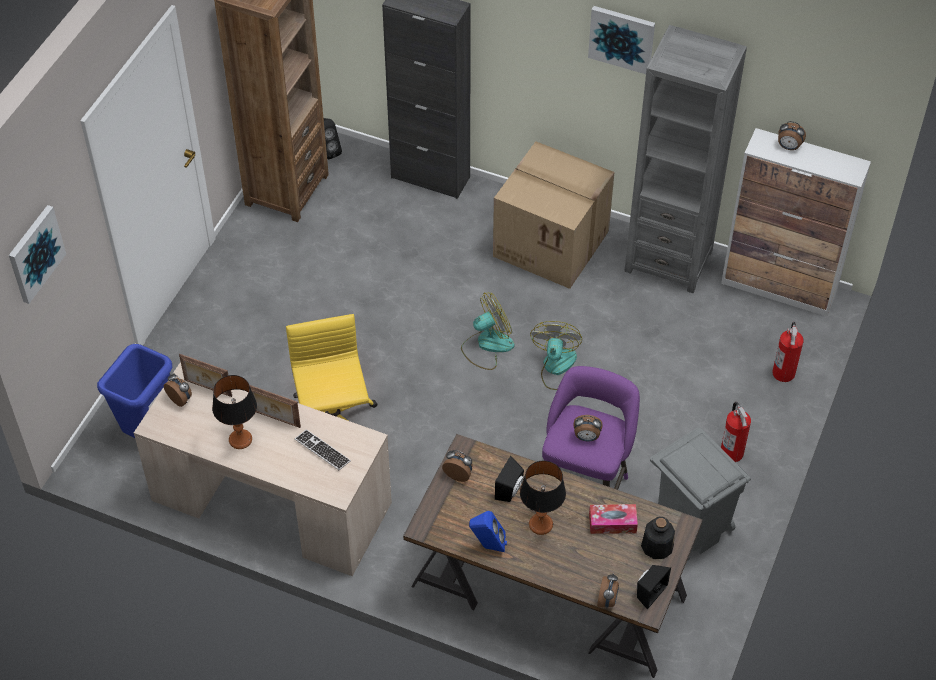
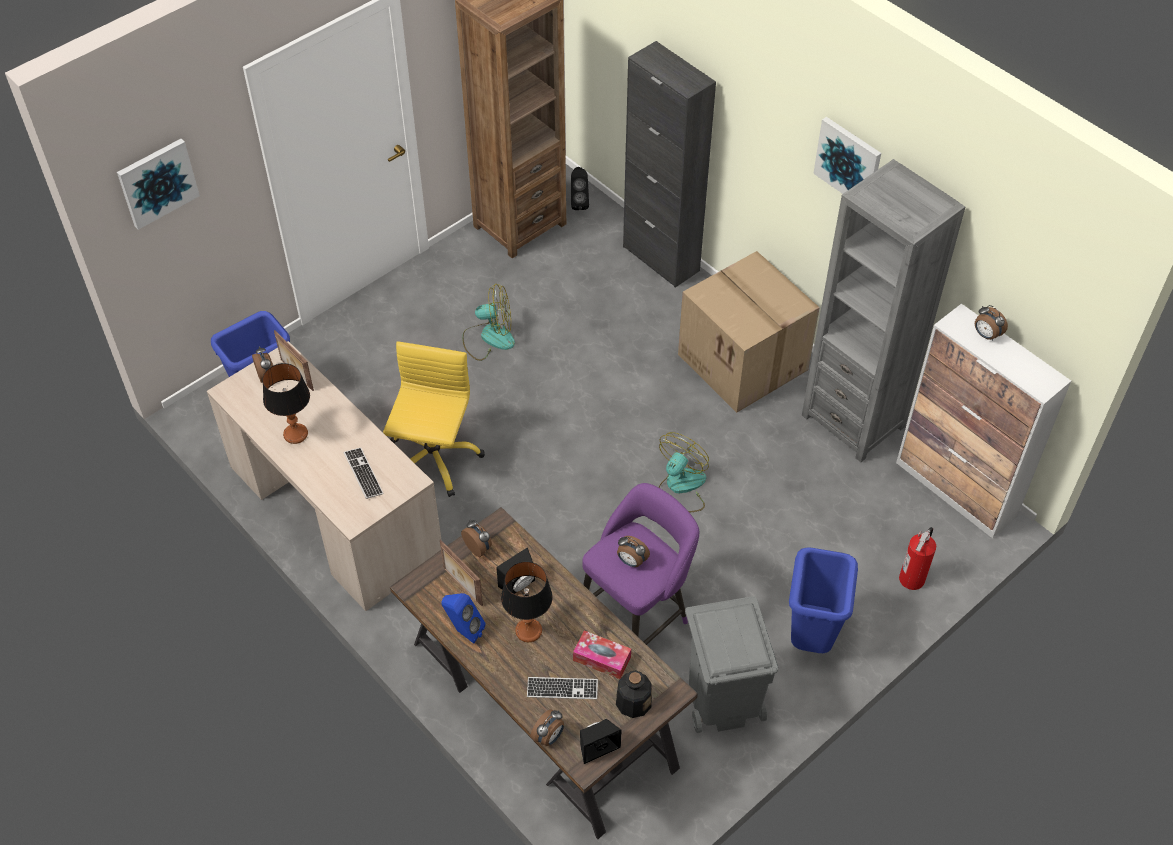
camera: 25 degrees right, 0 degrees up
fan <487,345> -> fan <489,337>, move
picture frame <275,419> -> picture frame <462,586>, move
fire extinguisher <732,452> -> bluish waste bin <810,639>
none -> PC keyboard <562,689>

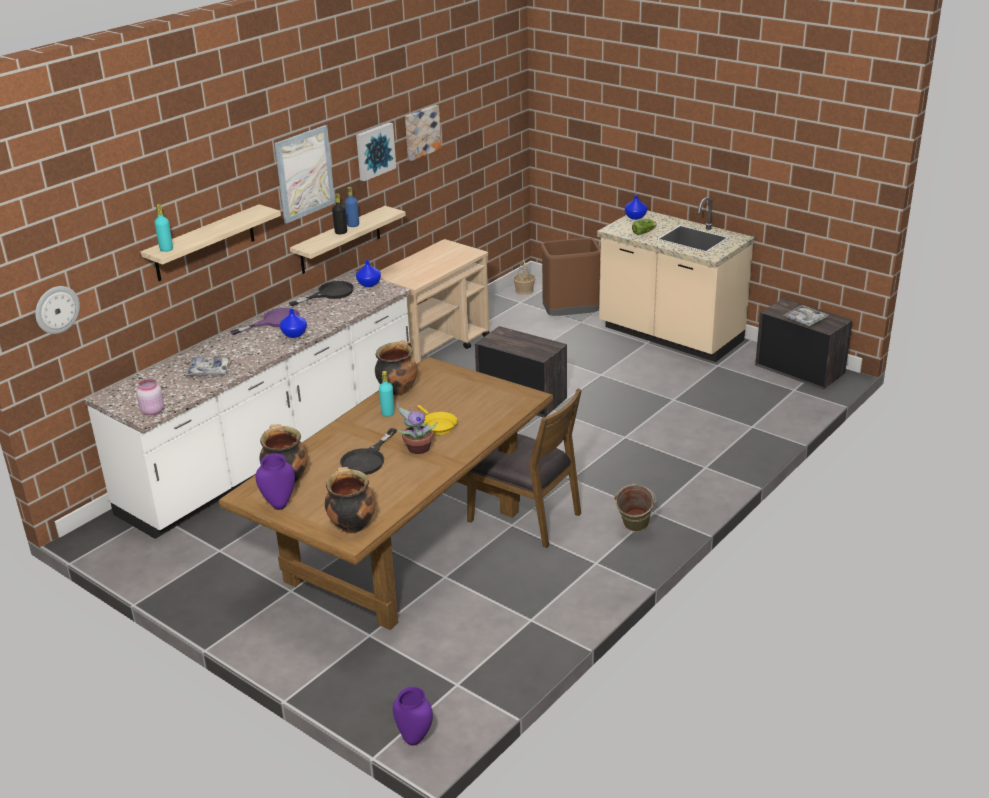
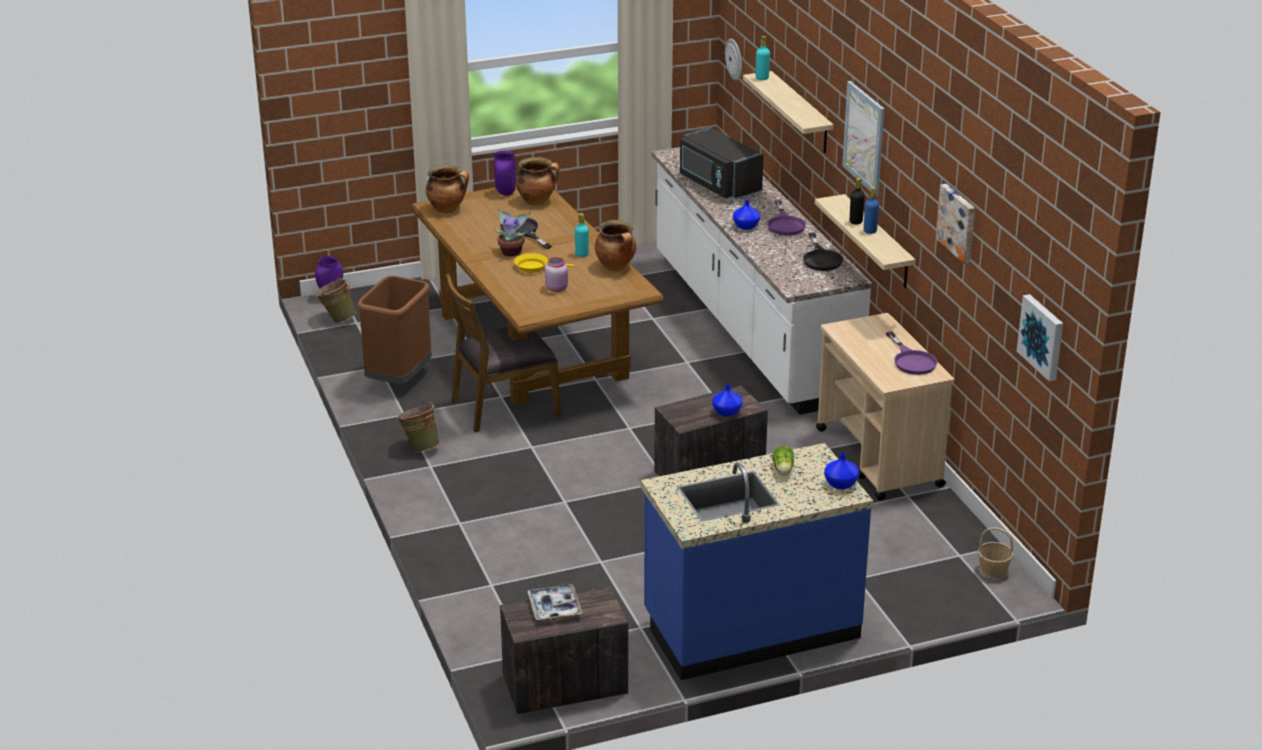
camera: 120 degrees right, 0 degrees up
wall picture <374,151> -> wall picture <1042,336>, move
beige-coloured kitchen counter <670,336> -> bluish kitchen counter <750,627>
brown-coloured waste bin <570,316> -> brown-coloured waste bin <399,379>, move
bluish flower vase <369,284> -> bluish flower vase <726,412>, move
serving tray <209,370> -> blackish kitchen microwave <718,185>
pink jar <152,411> -> pink jar <557,288>, move
none -> greenish pail <337,319>
none -> purple-coloured skillet <911,360>

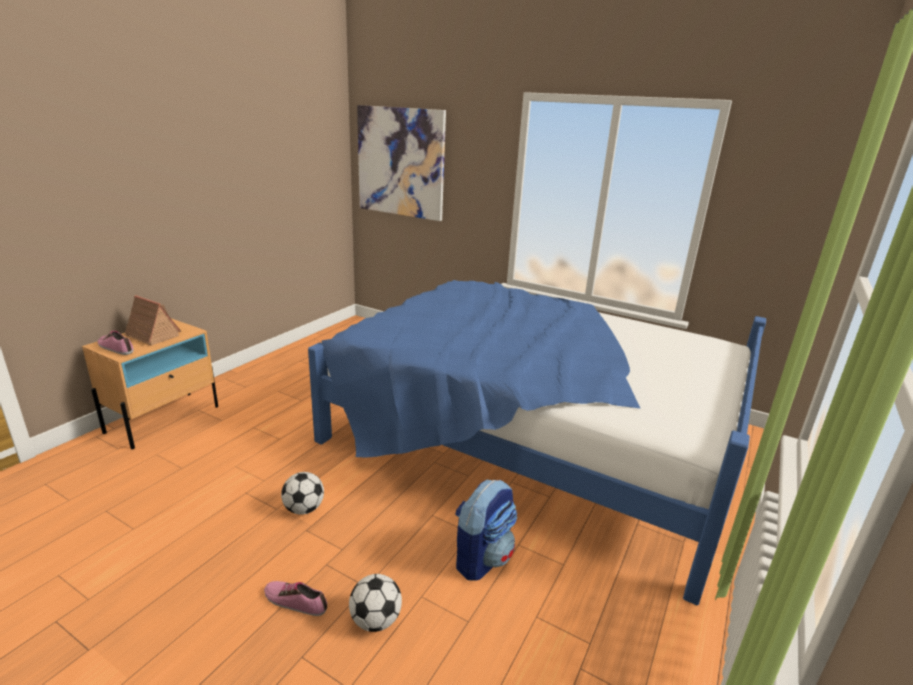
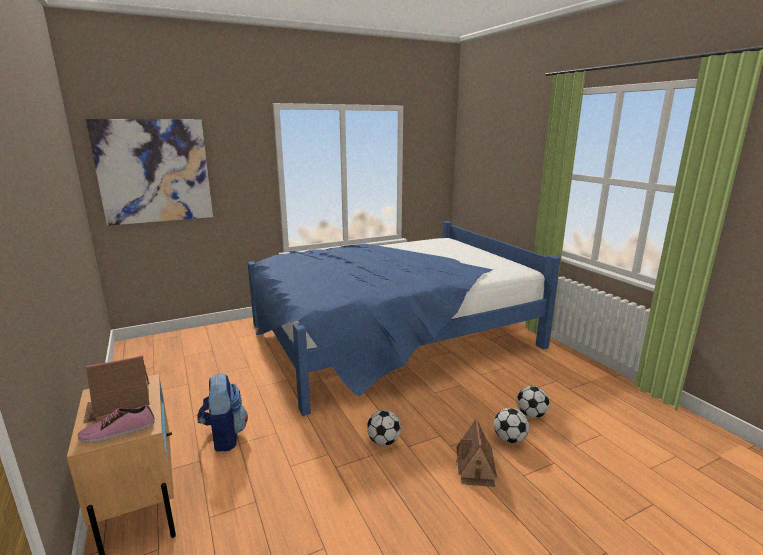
camera: 55 degrees left, 5 degrees down
rucksack <482,558> -> rucksack <224,436>, move
item of footwear <295,601> -> miniature house <475,467>
none -> ball for football <531,415>

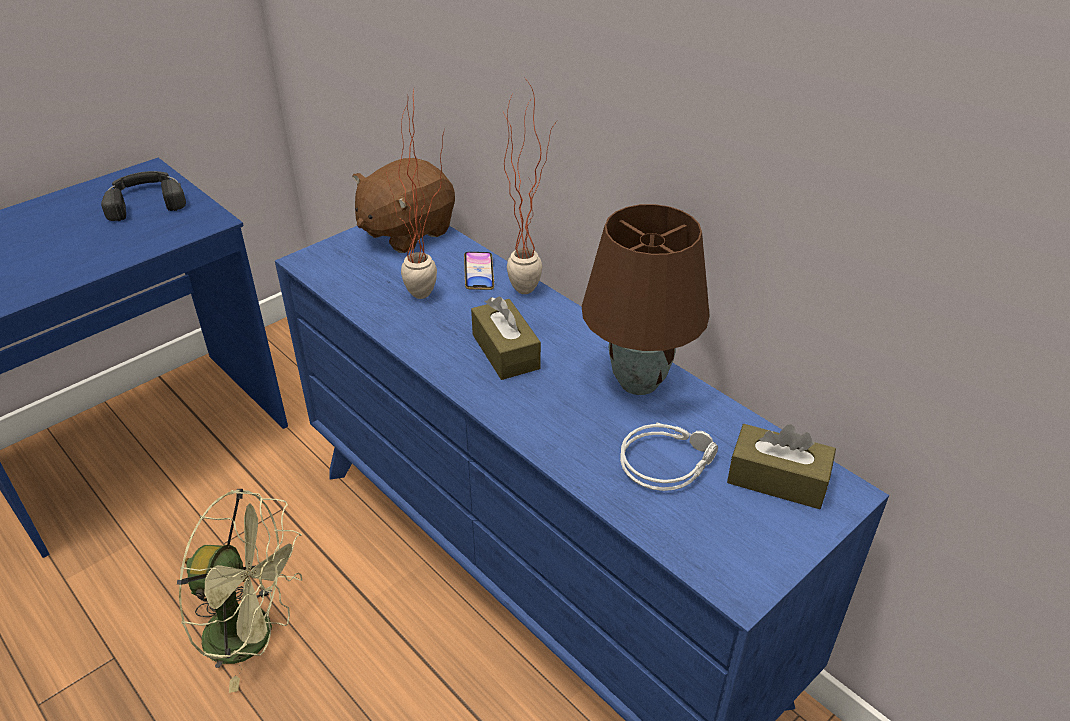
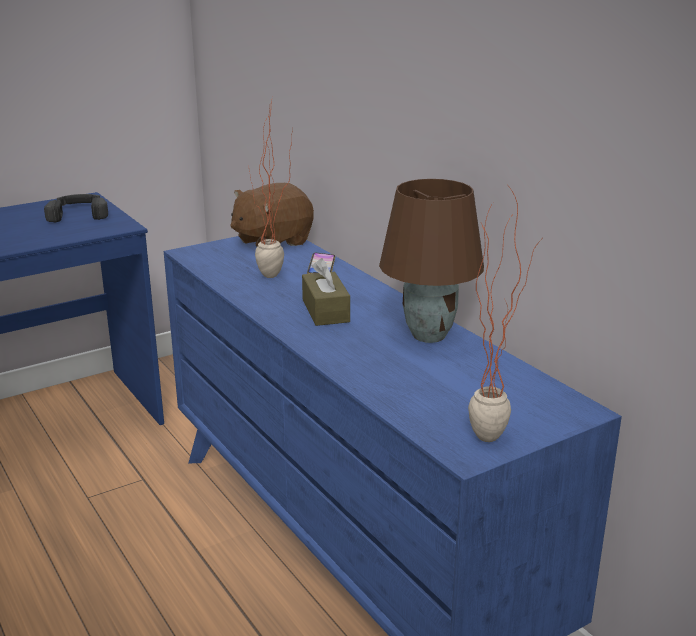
camera: 10 degrees right, 15 degrees down
plant in a pot <531,285> -> plant in a pot <495,432>, move
greyish pair of headphones <667,461> -> none
brown-coloured box of tissues <777,479> -> none
greenish fan <254,635> -> none

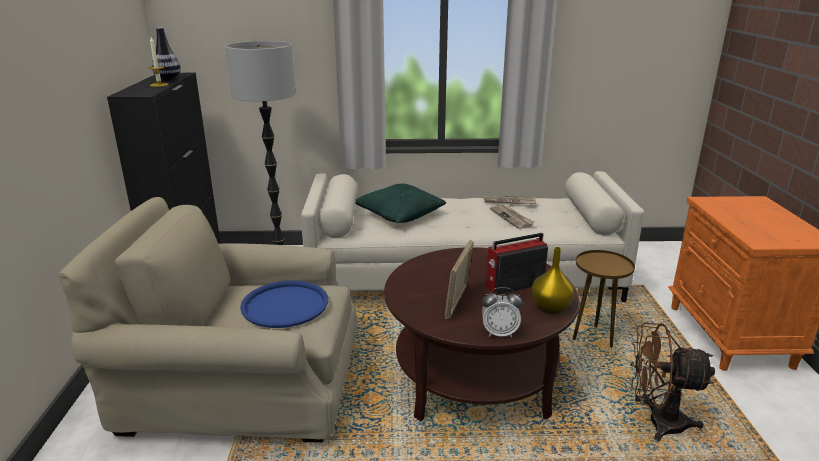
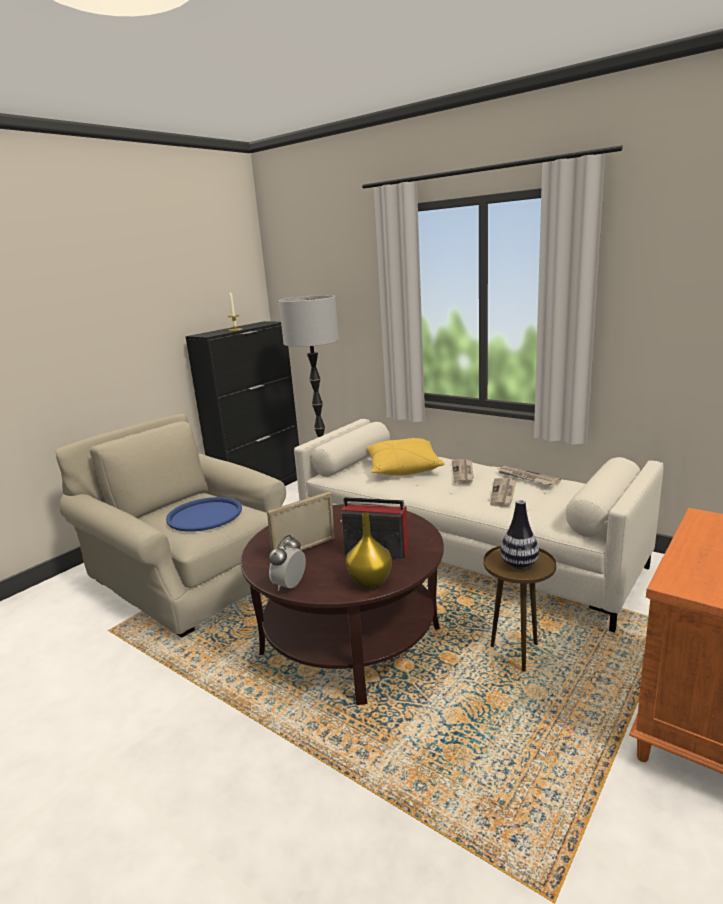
camera: 40 degrees right, 5 degrees down
flower vase <168,79> -> flower vase <519,564>, move
greenish pillow <398,214> -> yellow pillow <402,468>
alarm clock <499,333> -> alarm clock <290,586>, 75 degrees clockwise
brown-coloured fan <656,422> -> none
none -> printed paper <463,473>

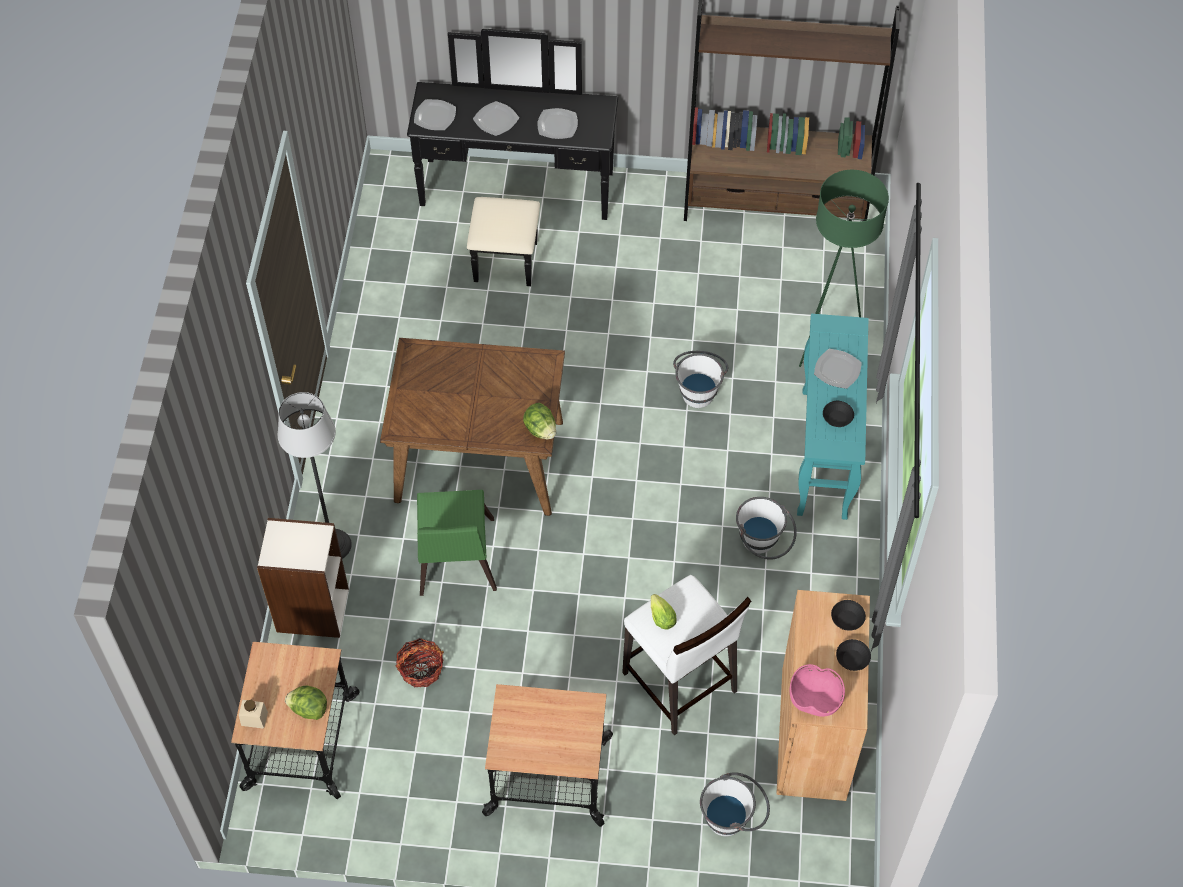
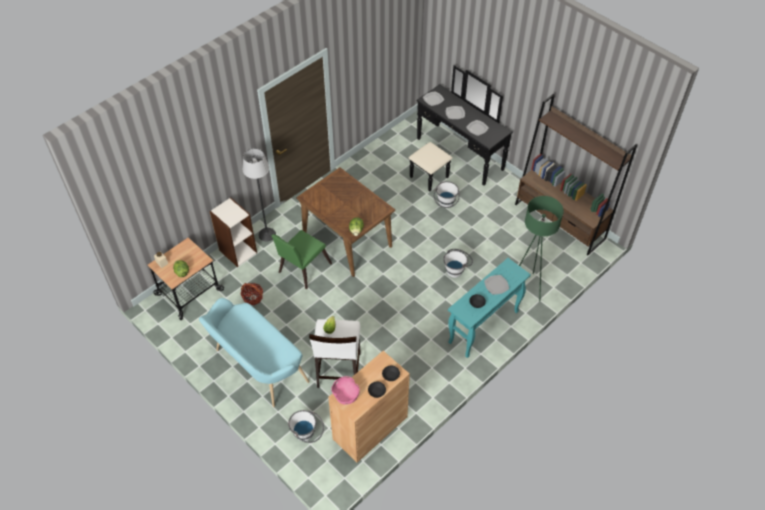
camera: 40 degrees right, 5 degrees down
white pail <762,545> -> white pail <445,204>, move
cart <548,777> -> turquoise long seat <257,367>

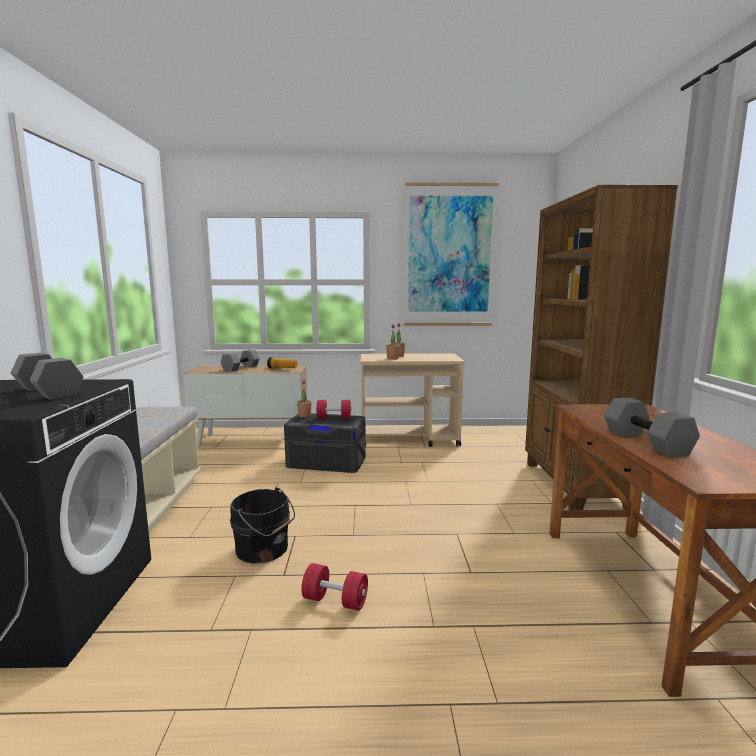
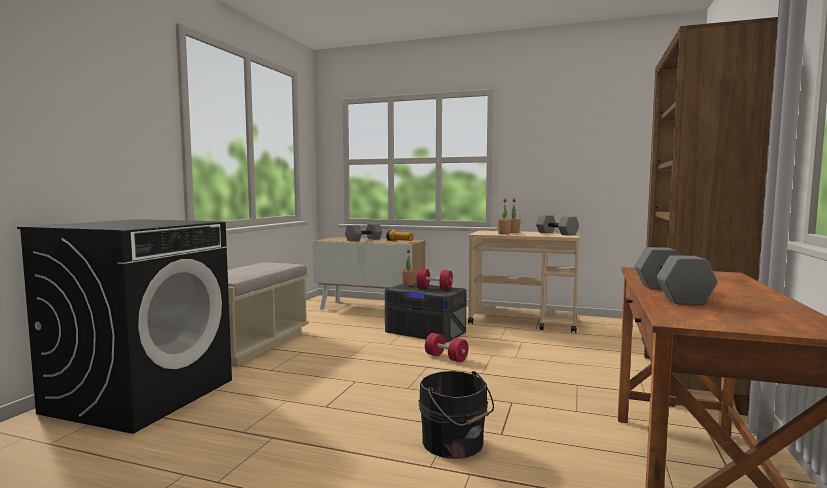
camera: 20 degrees right, 5 degrees down
wall picture <449,256> -> none
greyish free weight <50,392> -> greyish free weight <557,233>, move
blackish pail <264,550> -> blackish pail <454,444>, move
red-coloured free weight <335,601> -> red-coloured free weight <446,357>, move

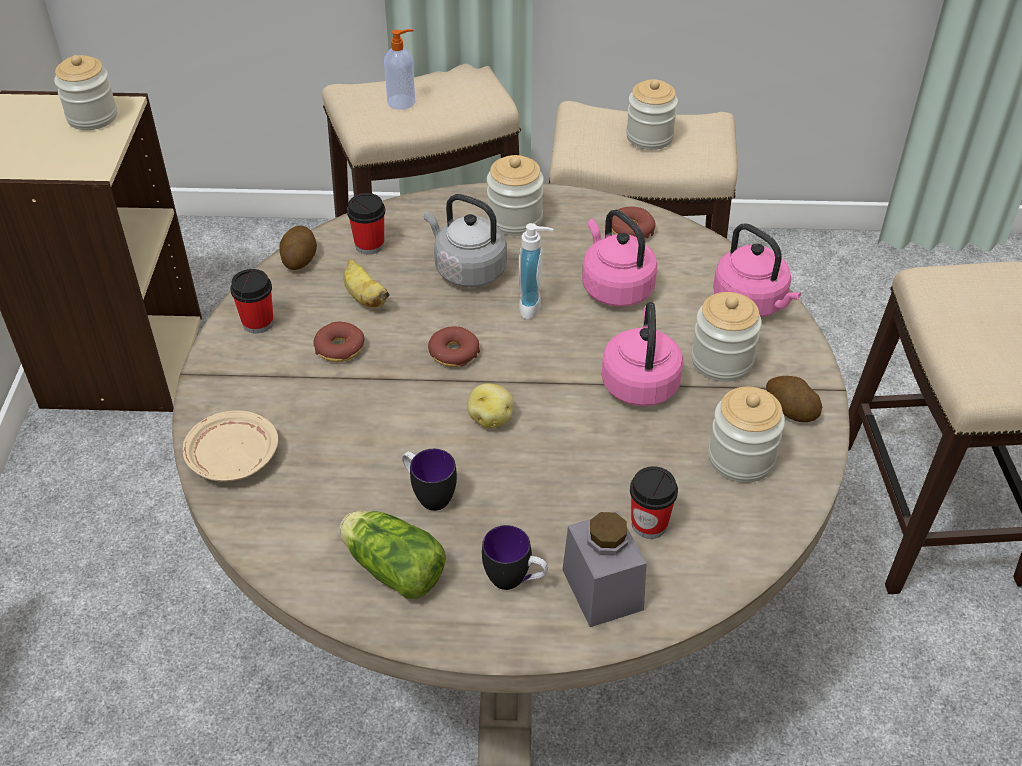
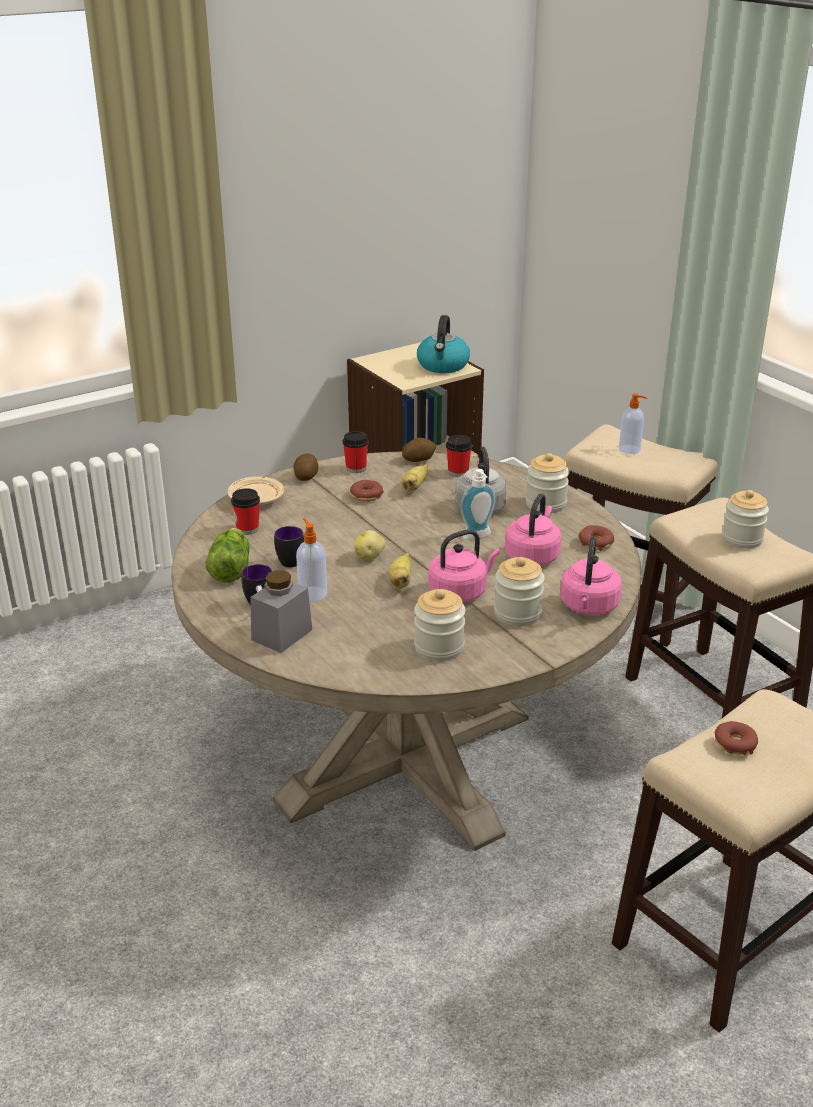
camera: 55 degrees right, 15 degrees down
jar <92,117> -> kettle <443,366>
donut <453,353> -> donut <735,744>, move
spud <790,410> -> spud <306,476>, move
drinking cup <649,524> -> drinking cup <247,529>, move
none -> soap bottle <312,593>
none -> banana <401,581>

